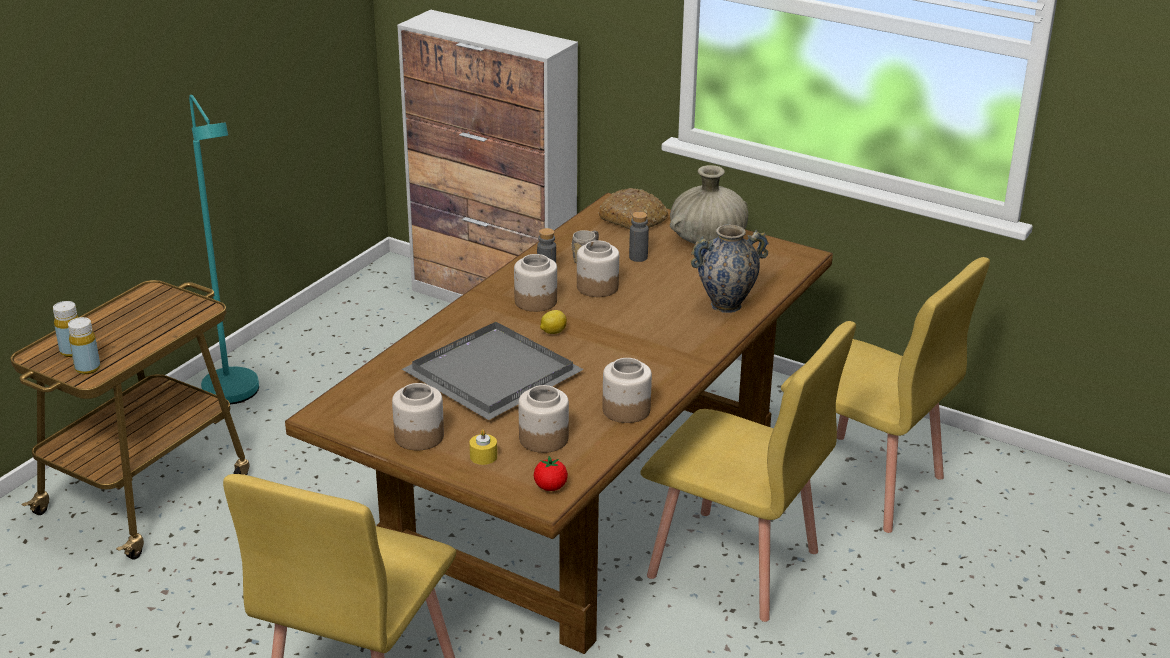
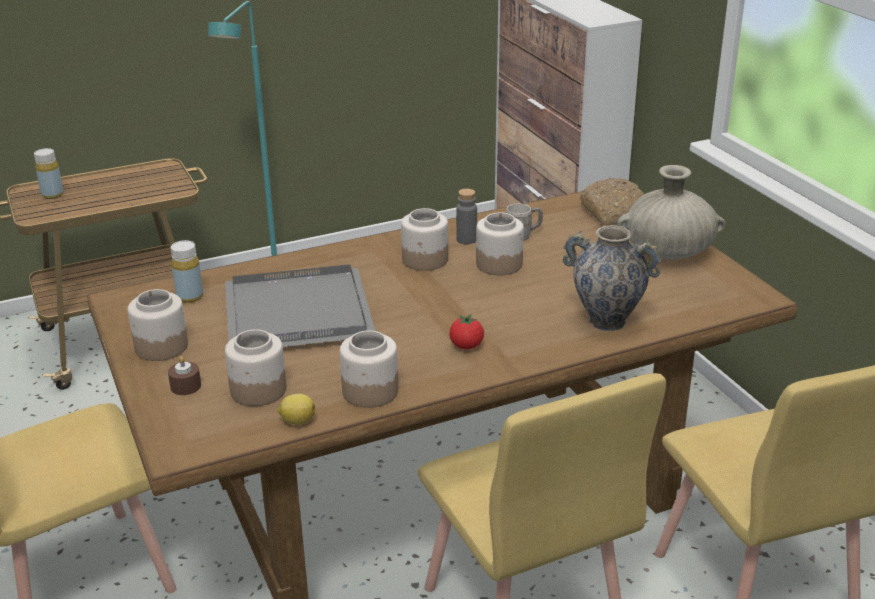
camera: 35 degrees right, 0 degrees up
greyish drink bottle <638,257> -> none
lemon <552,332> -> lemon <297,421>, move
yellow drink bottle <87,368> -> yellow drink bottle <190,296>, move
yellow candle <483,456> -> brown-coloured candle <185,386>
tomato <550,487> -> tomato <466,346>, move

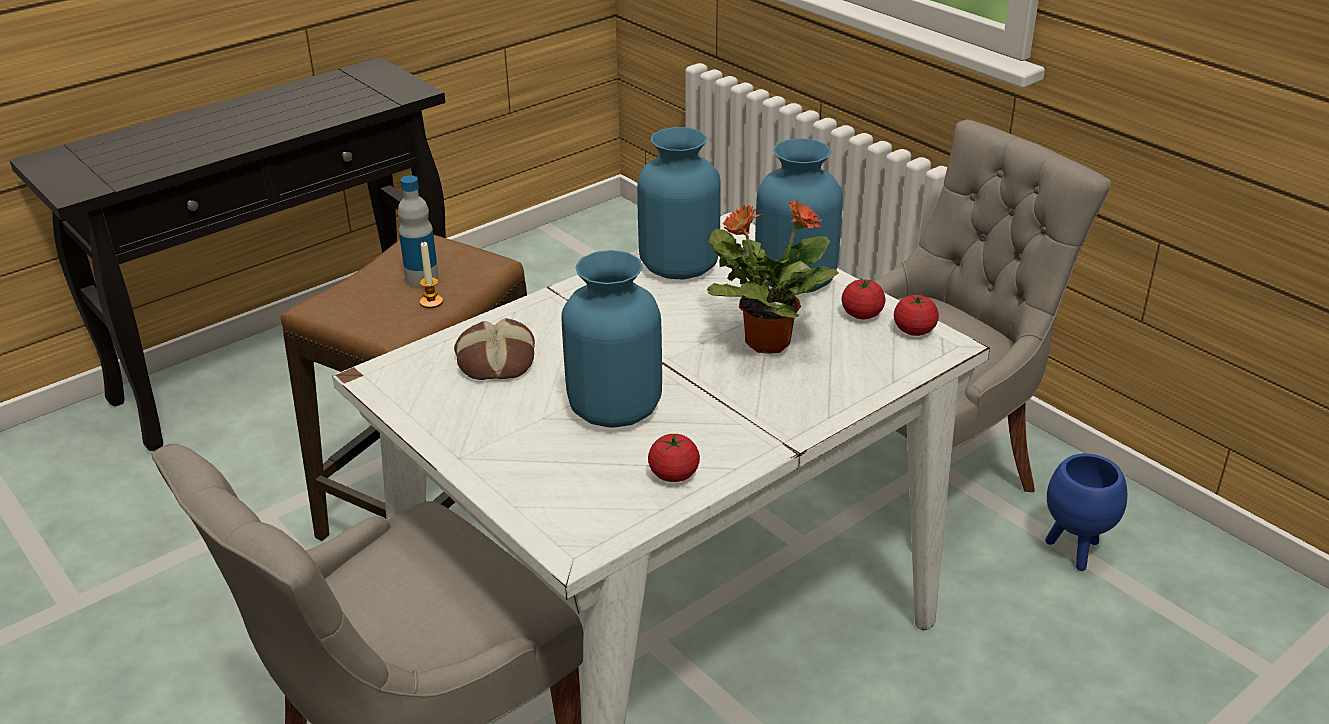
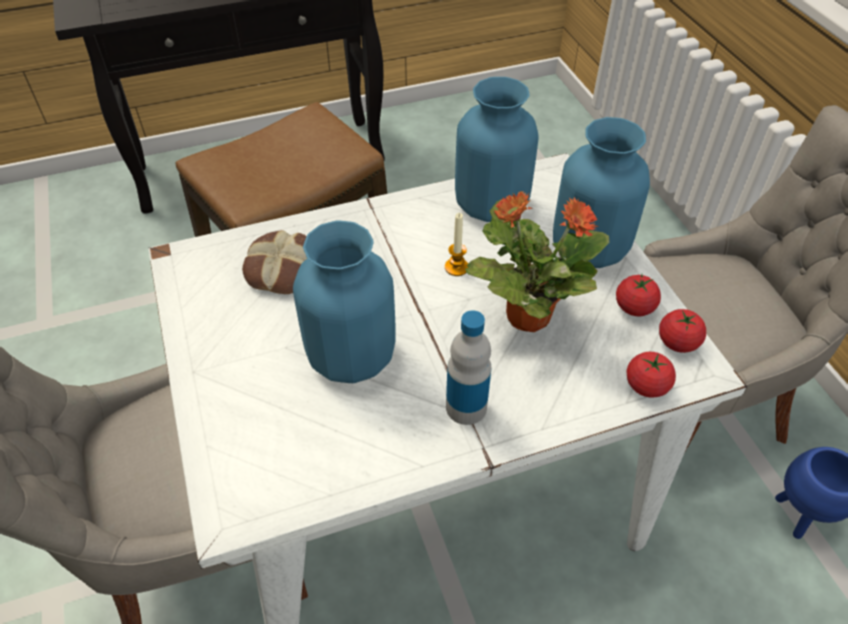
camera: 20 degrees right, 15 degrees up
drink bottle <422,277> -> drink bottle <466,407>, move
candle <431,302> -> candle <456,267>, move
tomato <674,474> -> tomato <646,386>, move

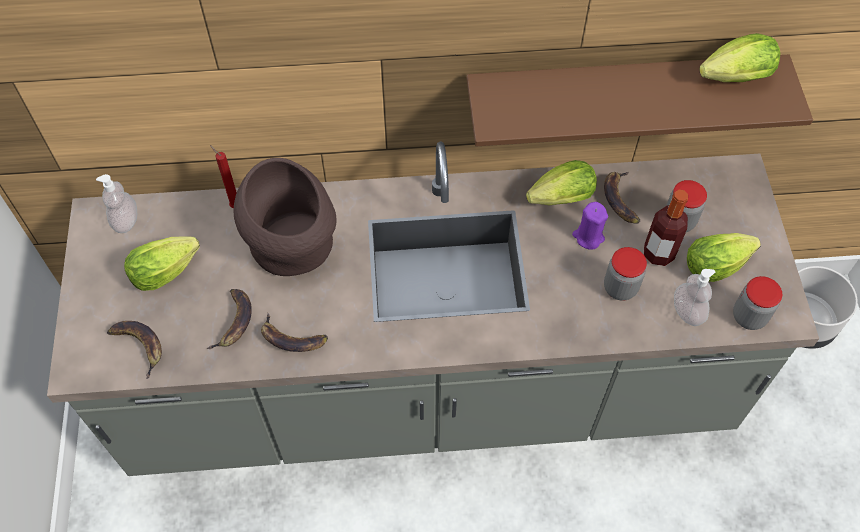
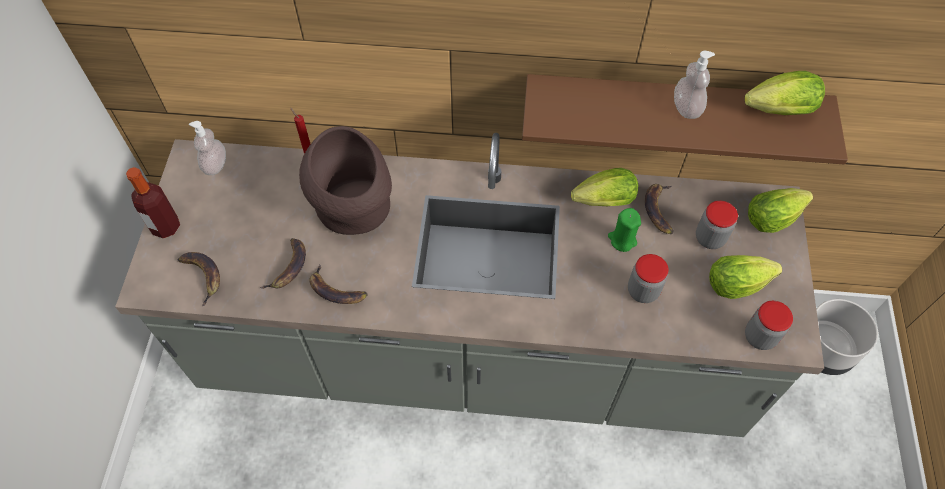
camera: 10 degrees right, 0 degrees up
drink bottle <658,253> -> drink bottle <166,227>, move
purple-coloured candle <588,237> -> greenish candle <622,240>
head of lettuce <168,270> -> head of lettuce <775,217>, move
soap bottle <687,312> -> soap bottle <686,108>, move

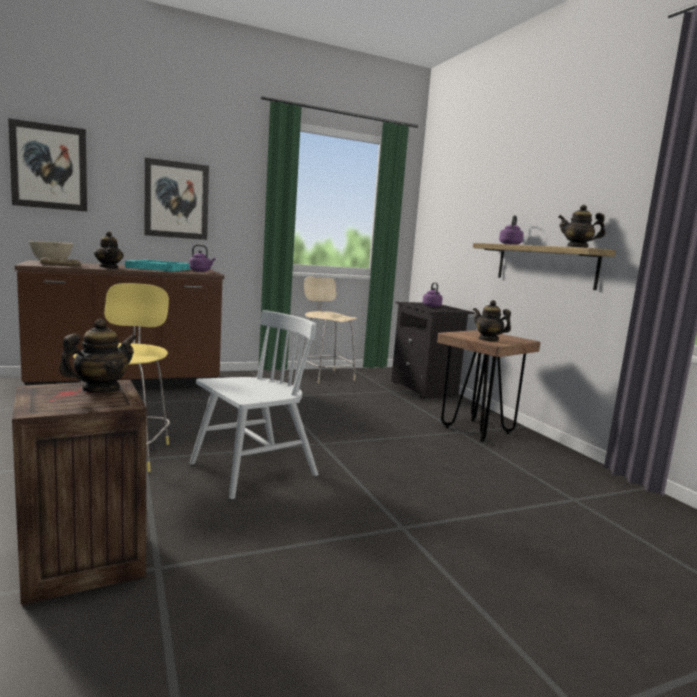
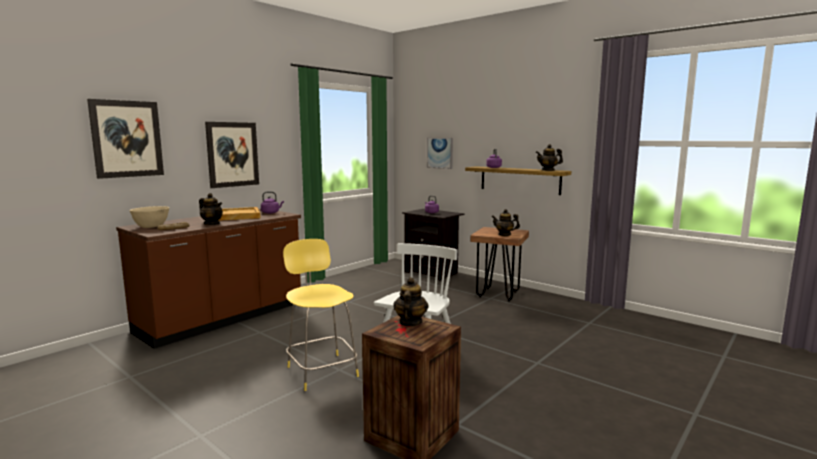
camera: 25 degrees left, 0 degrees up
turquoise serving tray <158,268> -> beige-coloured serving tray <237,216>
beige-coloured sitting stool <325,376> -> none
none -> wall picture <440,153>

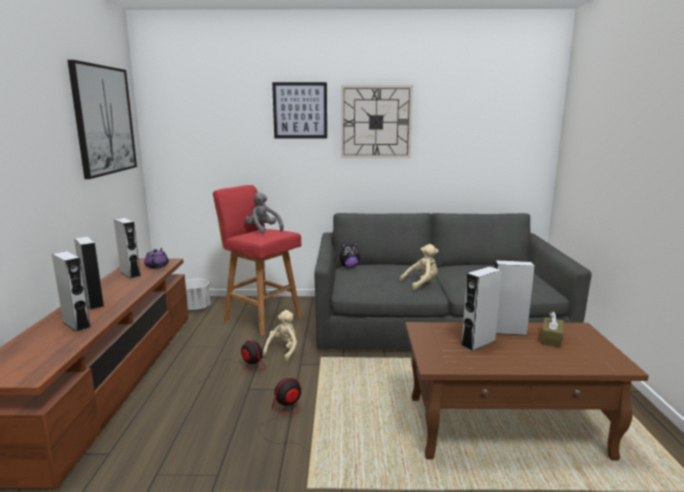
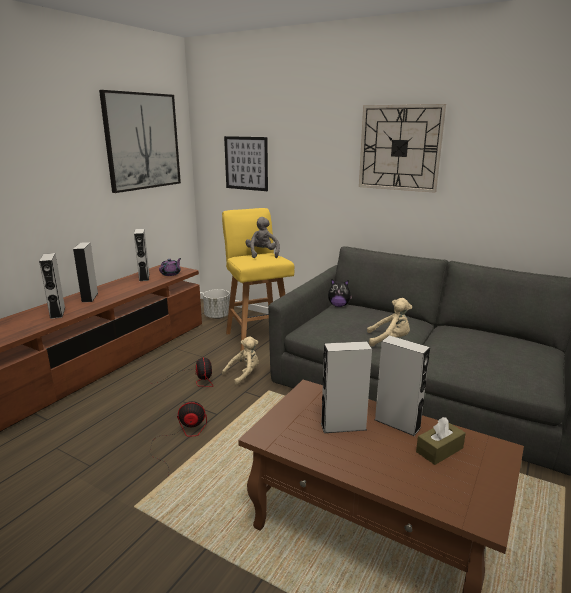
camera: 30 degrees right, 5 degrees up
wall picture <300,110> -> wall picture <246,163>, move
red-coloured sitting stool <261,318> -> yellow sitting stool <258,338>

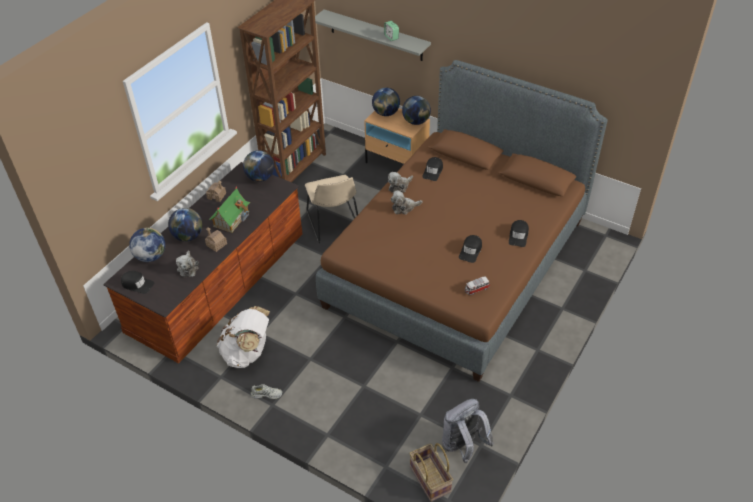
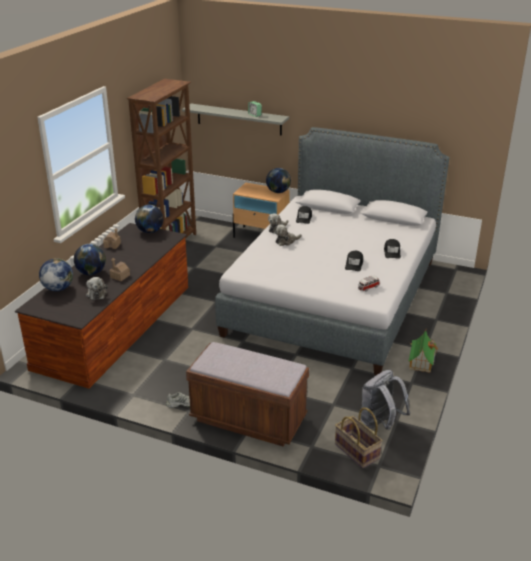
camera: 10 degrees left, 15 degrees down
brown-coloured bedroom bed <457,262> -> greyish bedroom bed <333,296>
globe <386,113> -> none
beige-coloured chair <334,224> -> none
miniature house <231,219> -> miniature house <421,361>, move
blackish peaked cap <137,284> -> none
white rucksack <248,353> -> none
none -> brown-coloured long seat <248,419>

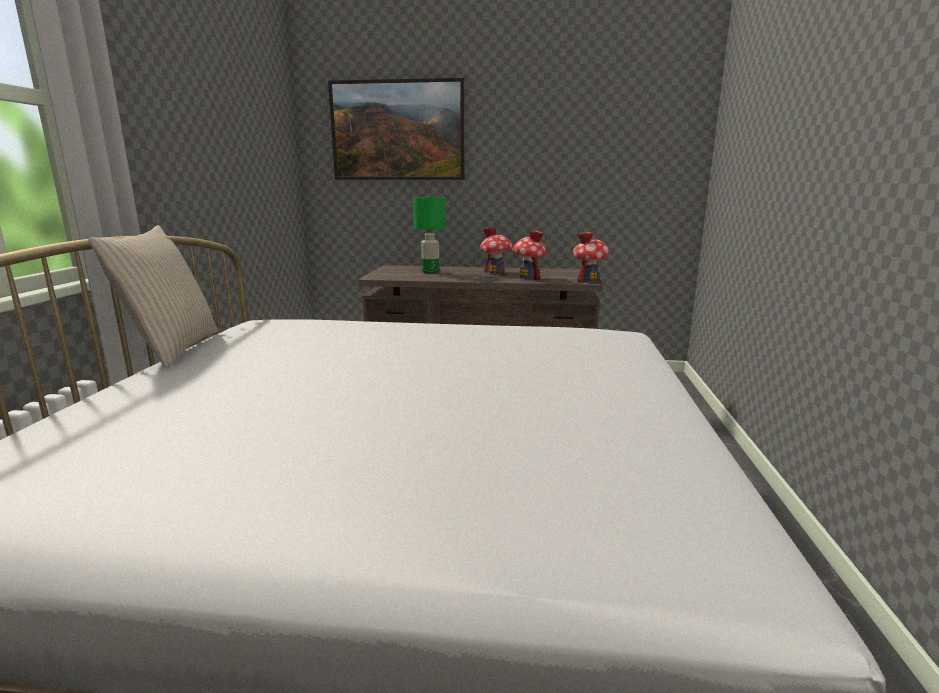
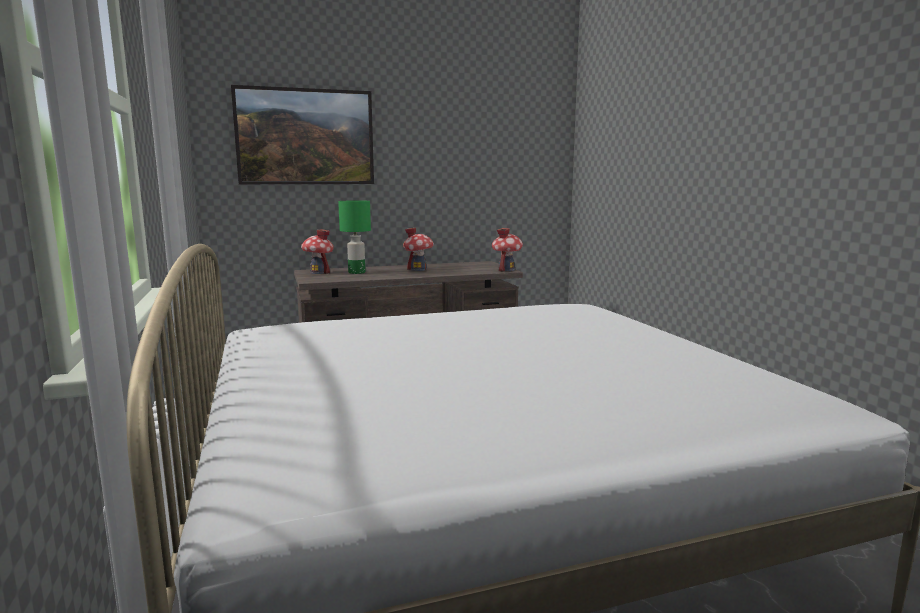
camera: 25 degrees left, 5 degrees down
beige-coloured pillow <172,349> -> none
miniature house <528,277> -> miniature house <318,272>, move

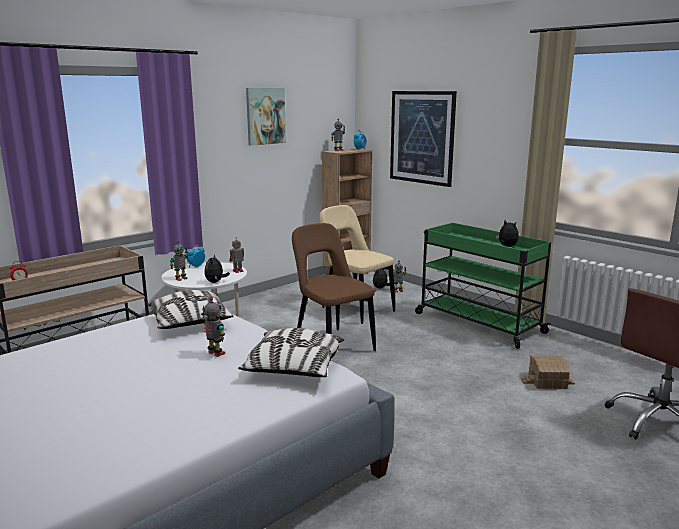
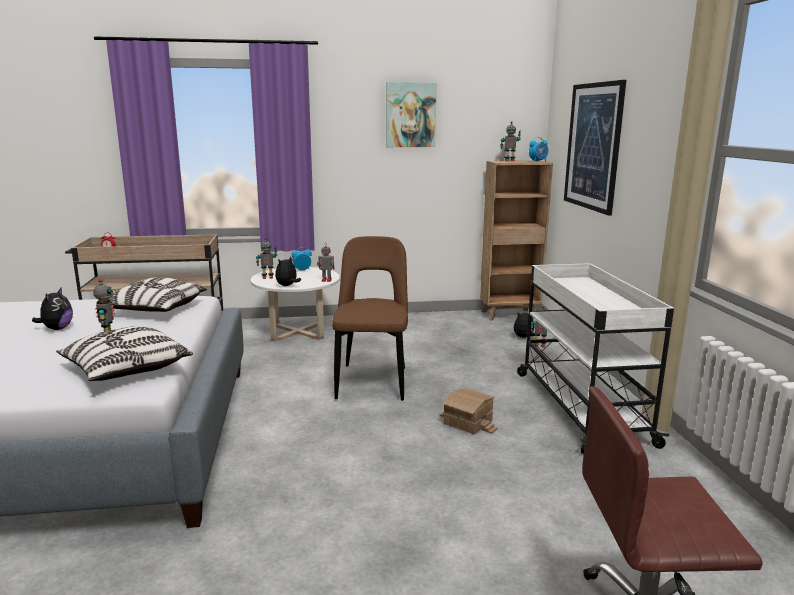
camera: 35 degrees right, 0 degrees up
beige-coloured chair <355,309> -> none
soft toy <506,246> -> soft toy <57,328>, move
greenish cart <477,322> -> white cart <580,406>
miniature house <547,382> -> miniature house <467,422>, move

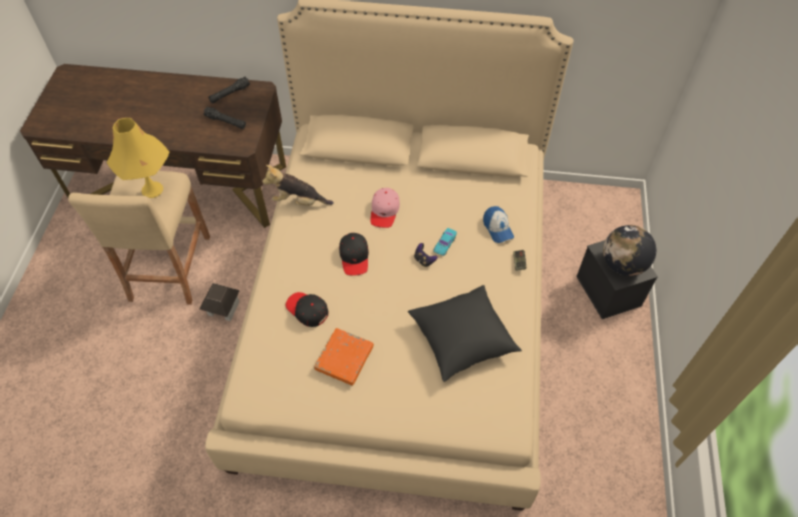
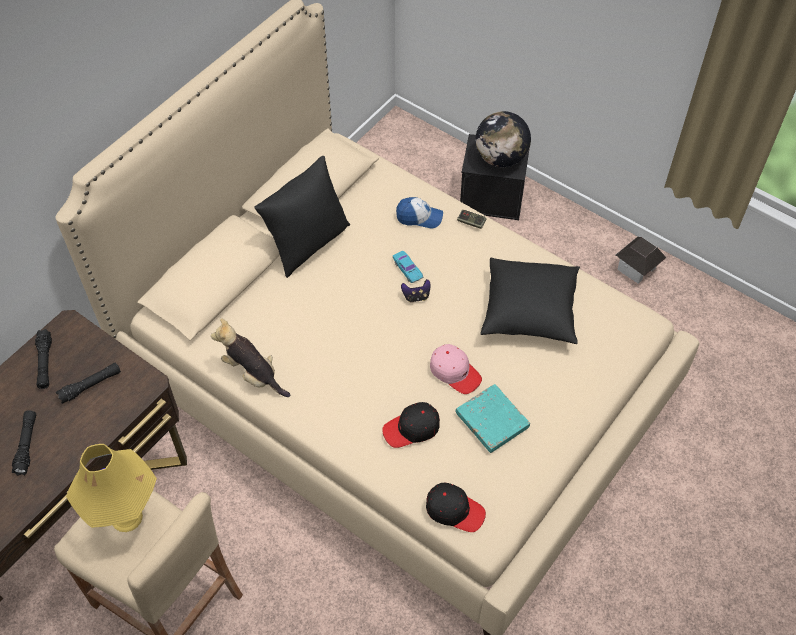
camera: 60 degrees left, 0 degrees up
soft toy <299,201> -> soft toy <253,374>, 90 degrees clockwise
pink peaked cap <384,211> -> pink peaked cap <455,372>, move
blackish peaked cap <354,257> -> blackish peaked cap <454,510>, move
miniature house <223,309> -> miniature house <636,268>, move
orange book <344,358> -> turquoise book <492,420>
none -> blackish pillow <307,244>
none -> blackish torch <27,445>

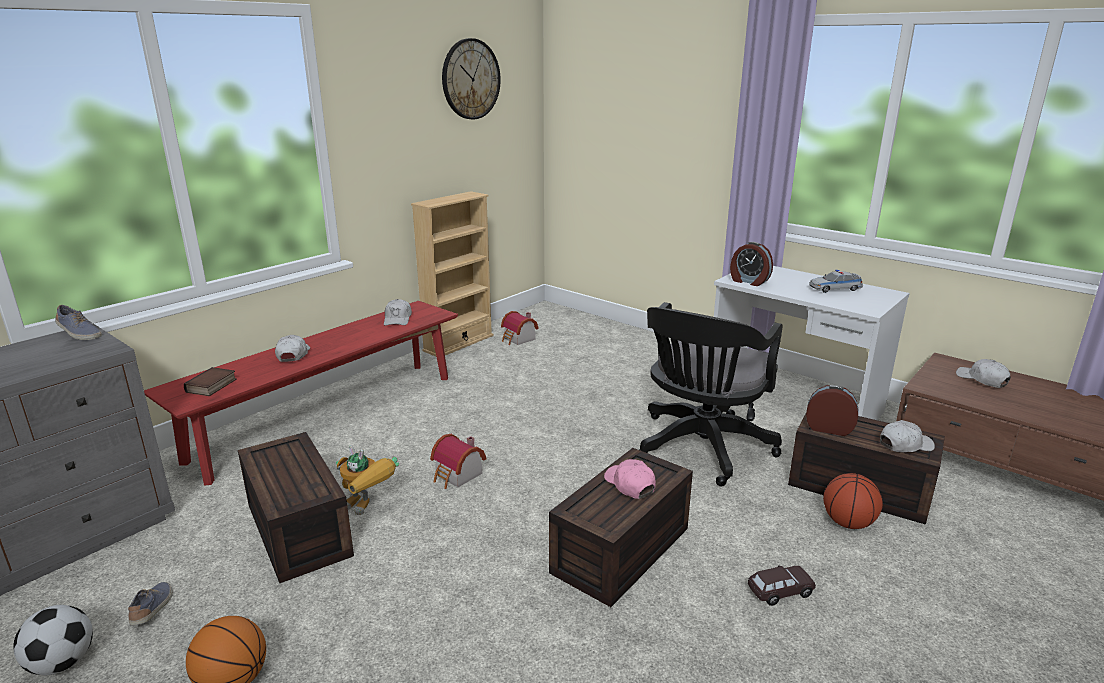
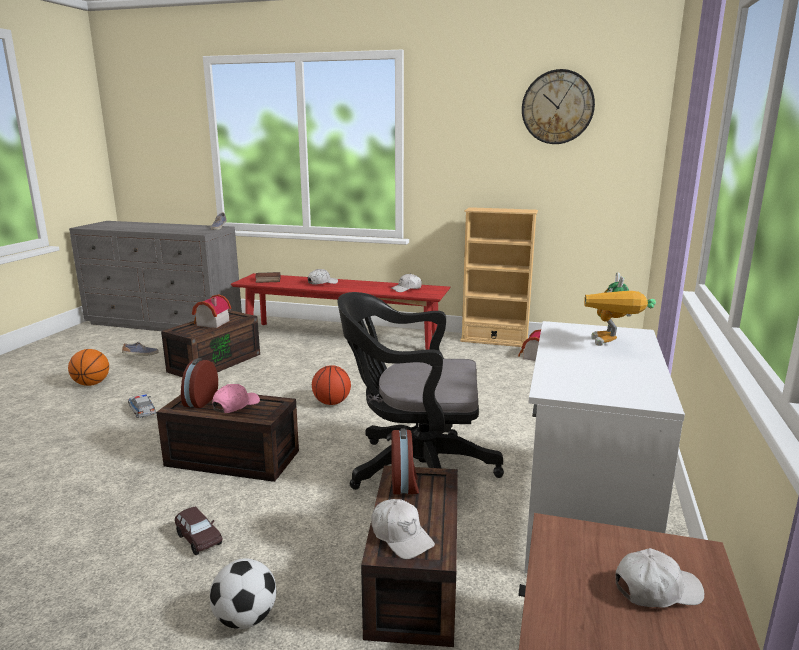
camera: 65 degrees right, 5 degrees down
alarm clock <749,281> -> alarm clock <200,401>, move
toy car <835,289> -> toy car <142,410>, move
white peaked cap <982,380> -> white peaked cap <656,590>, 45 degrees clockwise
miniature house <457,476> -> miniature house <210,323>, move
toy robot <369,508> -> toy robot <612,345>, move
ball for basketball <848,523> -> ball for basketball <331,403>, move
ball for football <62,663> -> ball for football <245,618>, move

